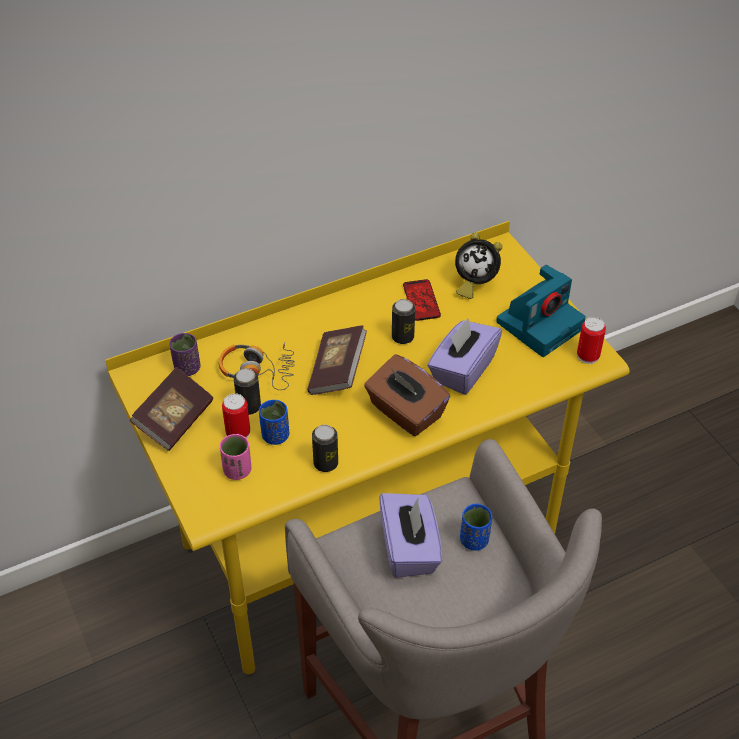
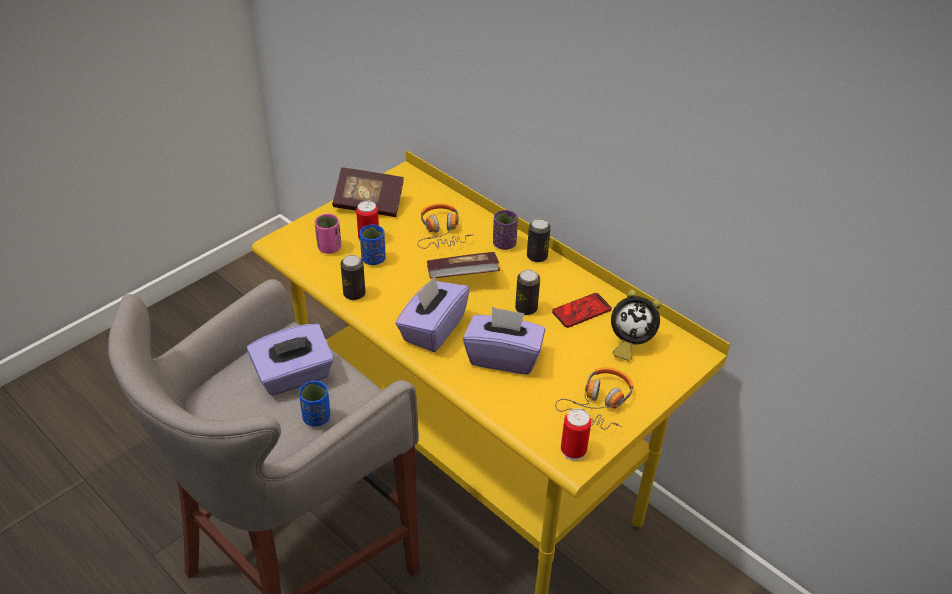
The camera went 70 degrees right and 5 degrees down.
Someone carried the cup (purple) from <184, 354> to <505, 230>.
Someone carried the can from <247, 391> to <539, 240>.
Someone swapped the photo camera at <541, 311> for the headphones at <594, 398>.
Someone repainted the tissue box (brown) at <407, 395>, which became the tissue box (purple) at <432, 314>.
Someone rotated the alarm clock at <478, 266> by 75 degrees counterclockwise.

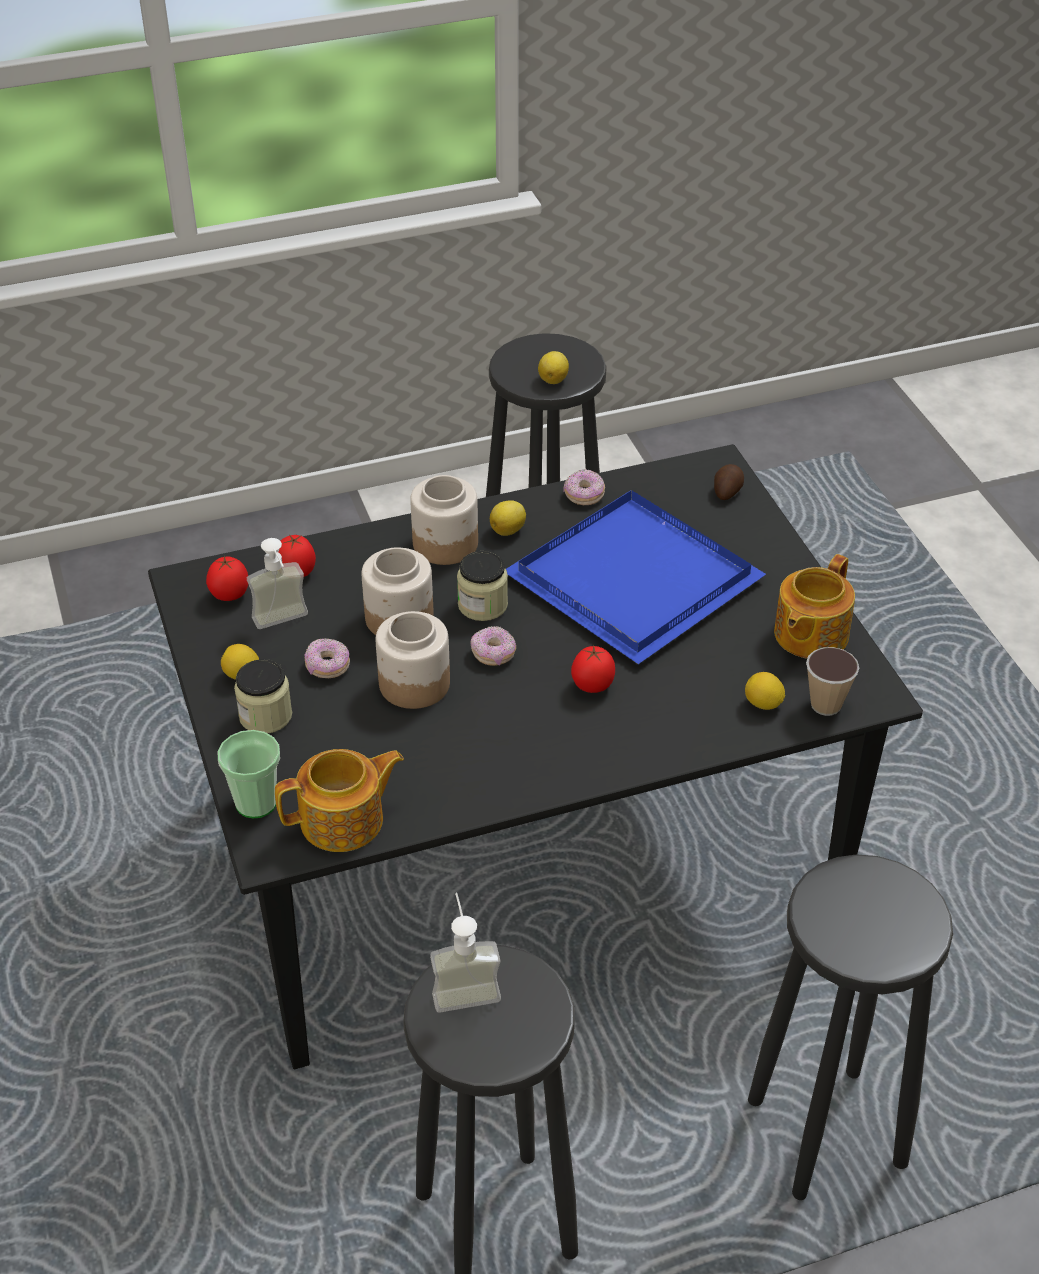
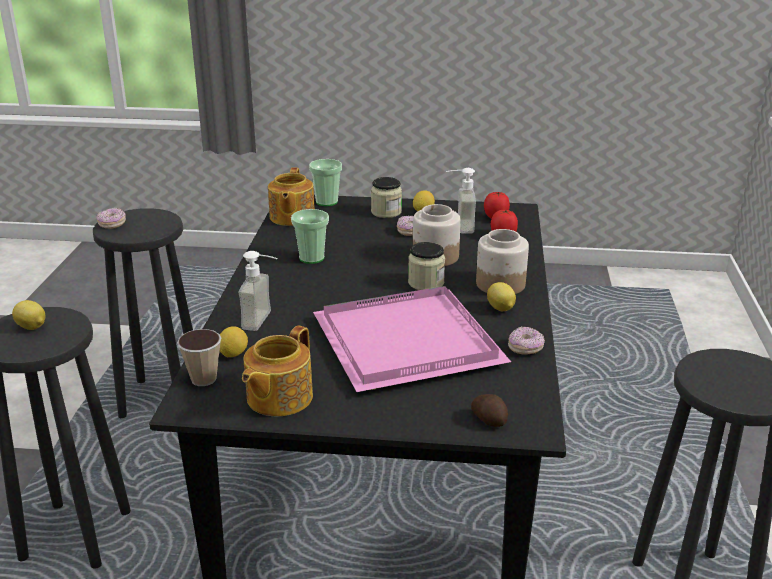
The camera went 115 degrees right and 15 degrees down.
Someone took away the jar at <413, 660>.
Someone took away the tomato at <593, 669>.
Someone put down the cup at <310, 236>.
Someone carried the soap dispenser from <465, 953> to <258, 291>.
Someone carried the donut from <493, 646> to <111, 218>.
Someone carried the lemon from <553, 367> to <28, 315>.
Someone repainted the tray (blue) at <636, 577>, which became the tray (pink) at <412, 339>.
Someone rotated the teapot at <814, 606> by 120 degrees counterclockwise.

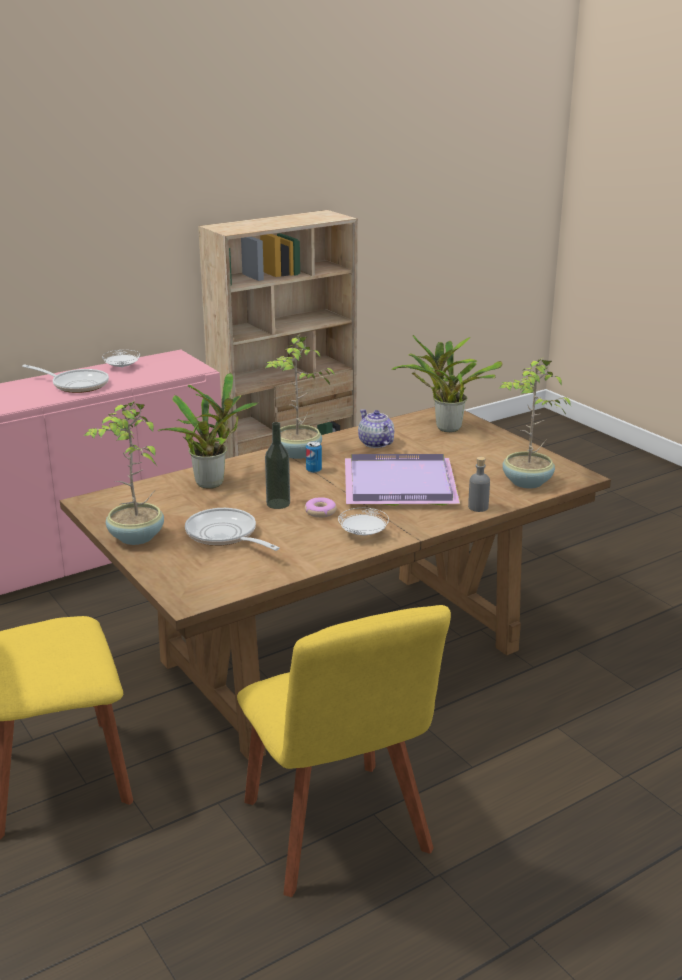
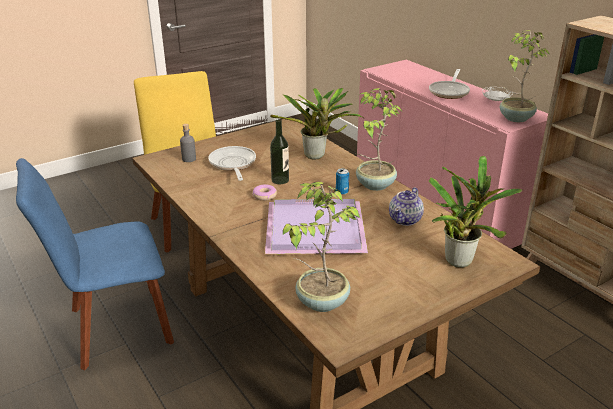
The camera went 90 degrees right and 5 degrees up.
Someone took away the plate (white) at <363, 521>.
Someone carried the potted plant from <124, 472> to <525, 76>.
Someone carried the bottle (grey) from <479, 484> to <188, 143>.
Someone repainted the chair (yellow) at <344, 751>, which became the chair (blue) at <95, 264>.
Someone rotated the frying pan at <232, 529> by 60 degrees counterclockwise.
Someone rotated the teapot at <376, 428> by 150 degrees clockwise.

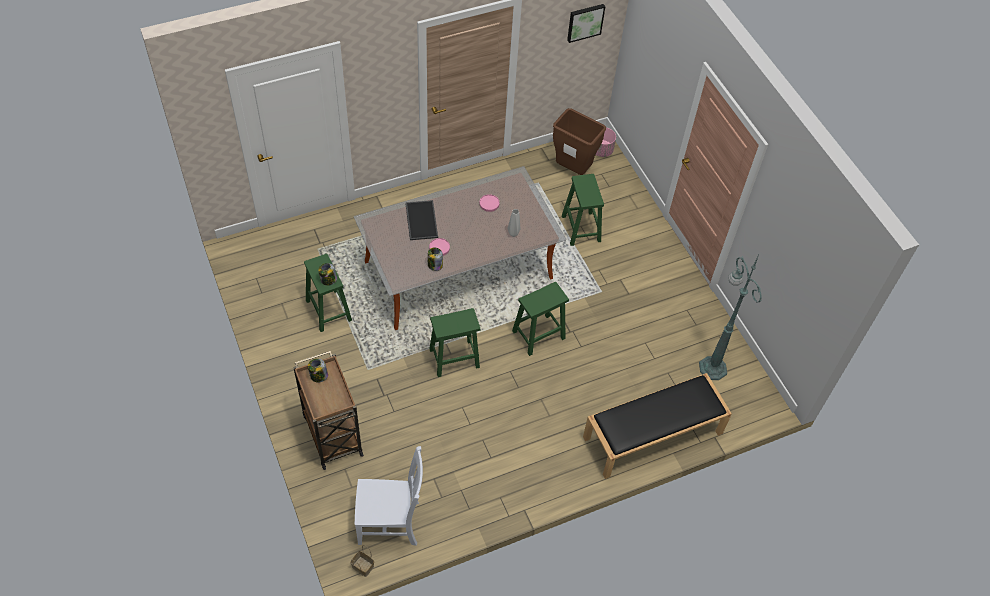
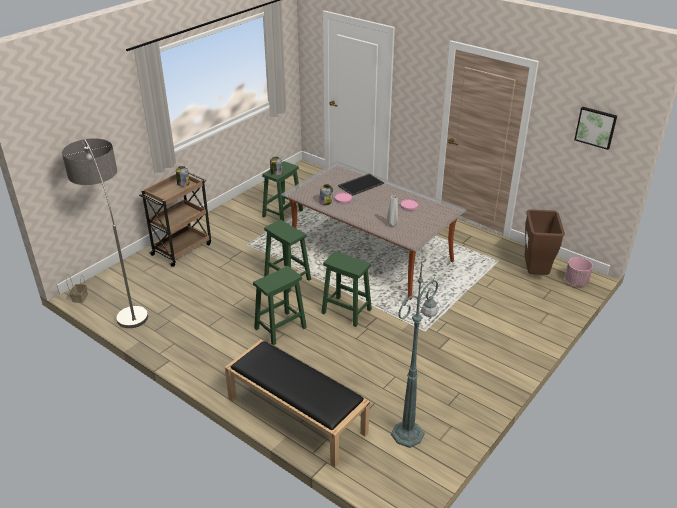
The camera went 65 degrees right and 20 degrees down.
Someone carried the stool (green) from <583, 210> to <280, 305>.
Someone swapped the chair (white) at <389, 496> for the floor lamp at <105, 233>.

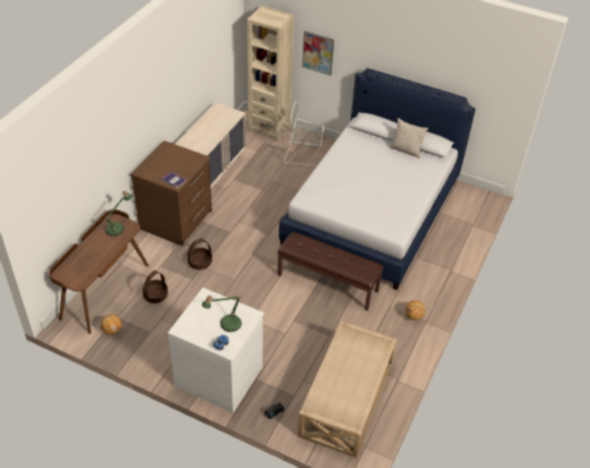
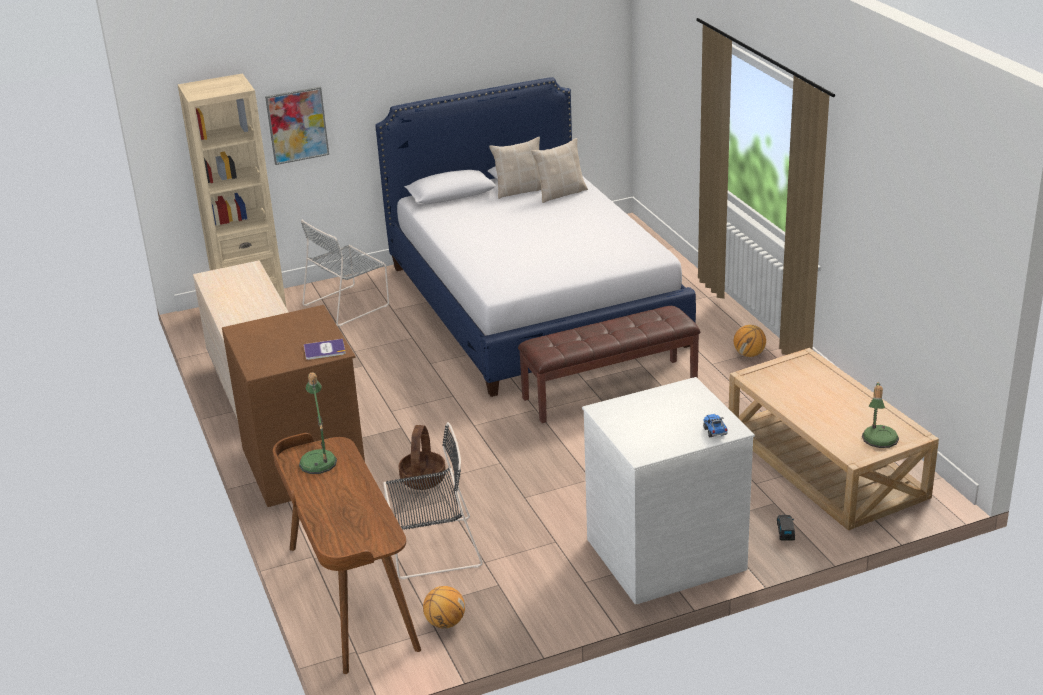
The camera went 45 degrees left and 15 degrees down.
Someone put down the pillow (beige) at <559, 170>.
Someone carried the table lamp from <222, 313> to <880, 414>.
Someone swapped the basket at <155, 286> for the chair (black) at <433, 500>.

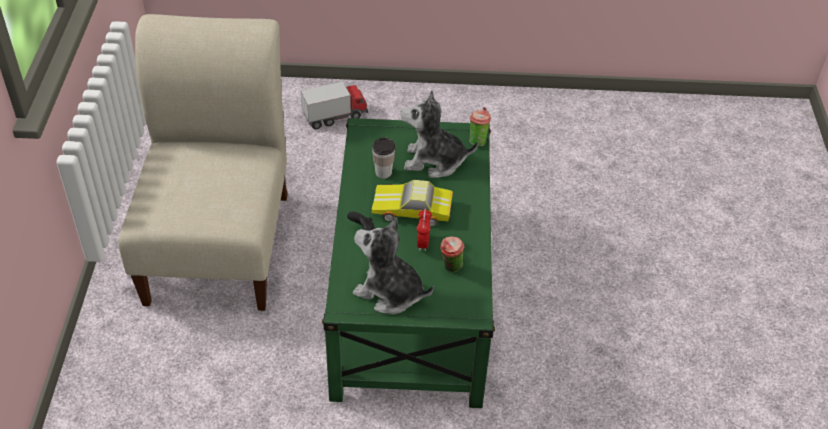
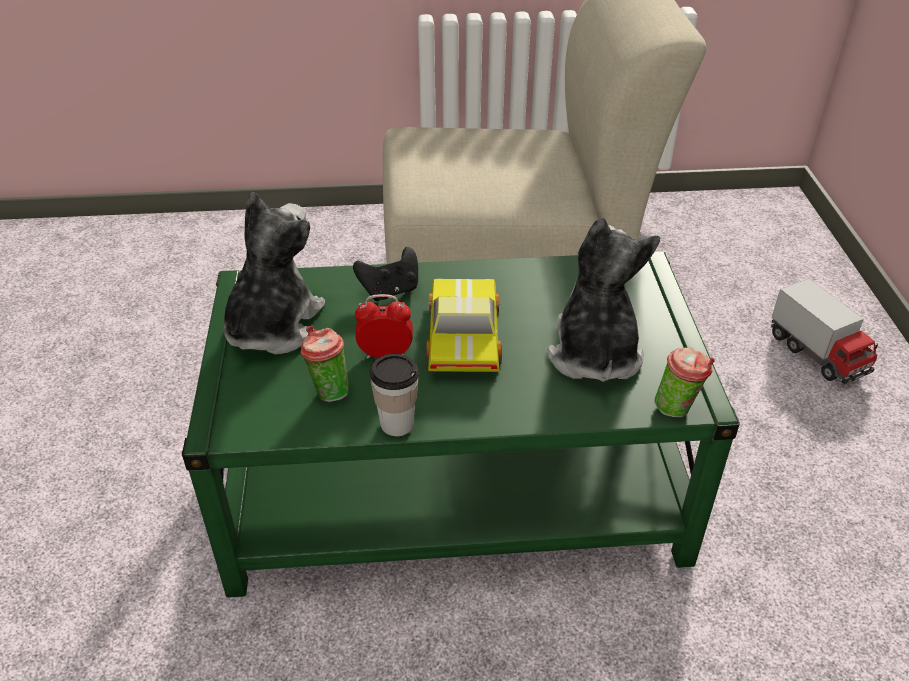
The camera went 85 degrees right and 5 degrees down.
Someone carried the cup from <383, 158> to <394, 395>.

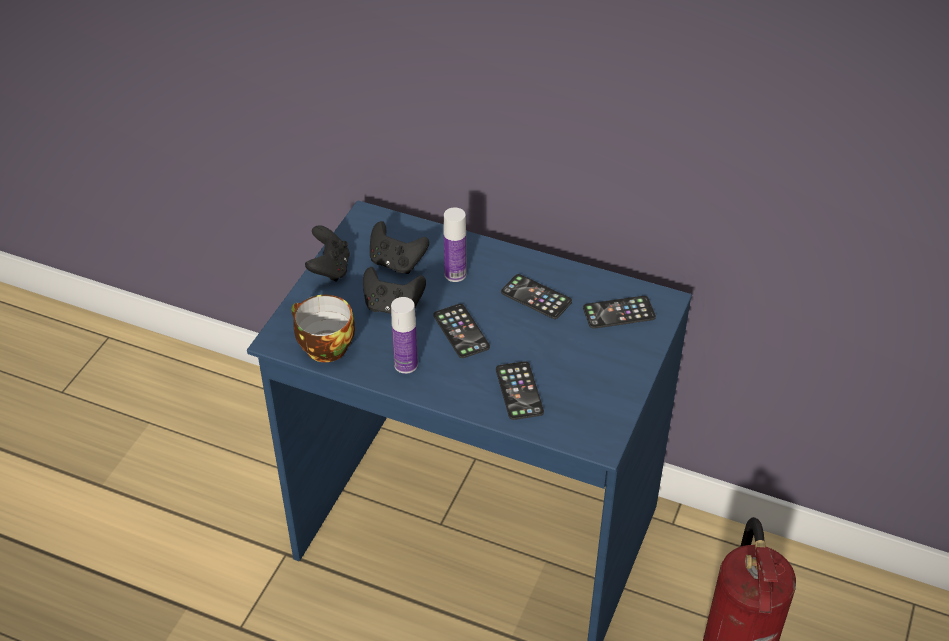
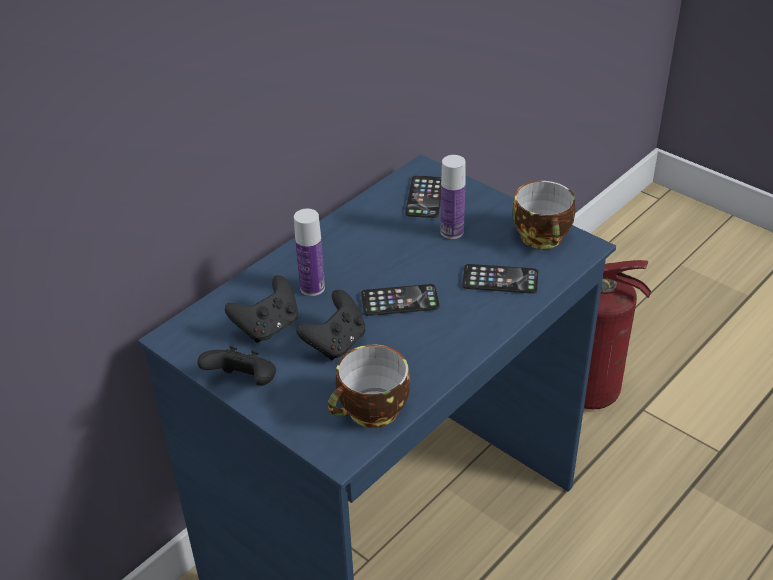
The camera went 70 degrees left and 5 degrees down.
Someone took away the phone at <536, 296>.
Someone put down the cup at <543, 215>.
Someone carried the bottle from <404, 335> to <453, 197>.

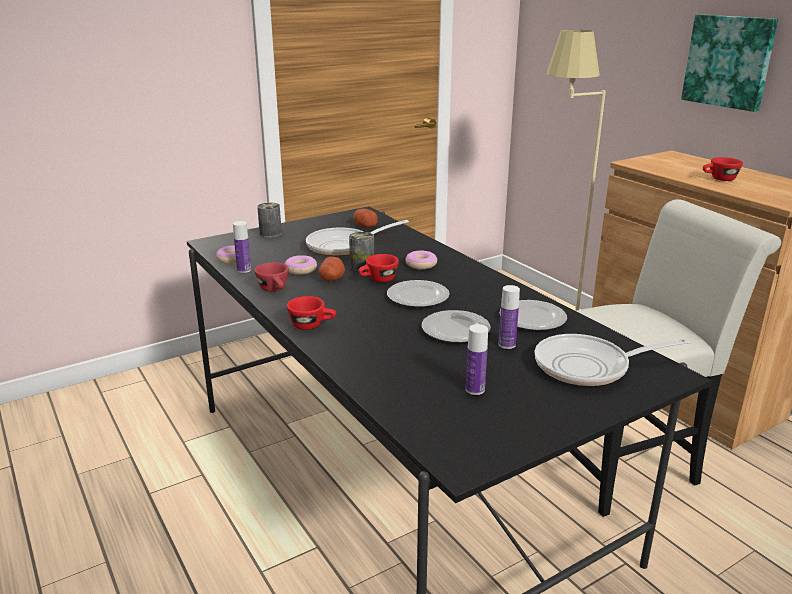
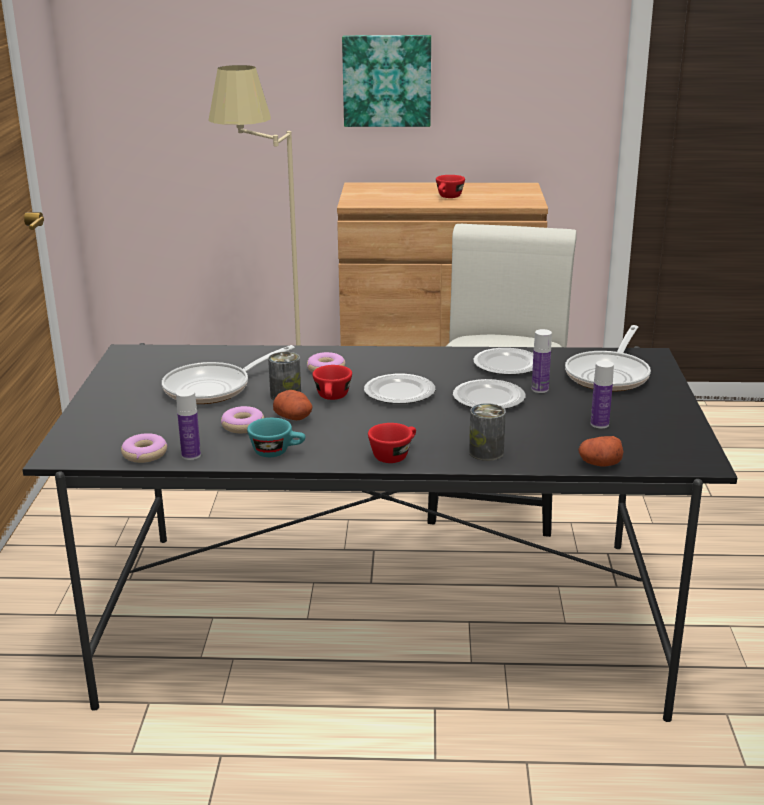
The camera went 55 degrees left and 0 degrees up.
Someone carried the can from <269, 220> to <487, 432>.
Someone carried the potato from <365, 218> to <601, 451>.
Someone repainted the cup (red) at <271, 277>, which became the cup (turquoise) at <276, 437>.
Someone rotated the frying pan at <357, 238> by 45 degrees clockwise.

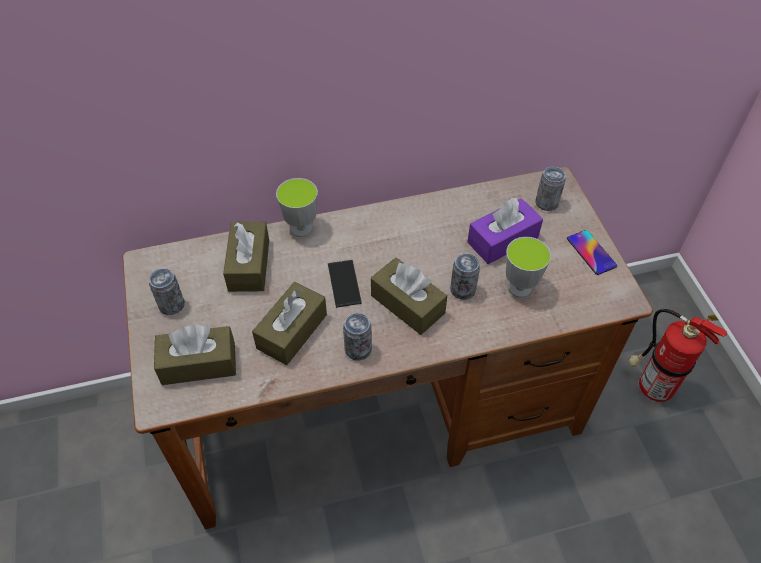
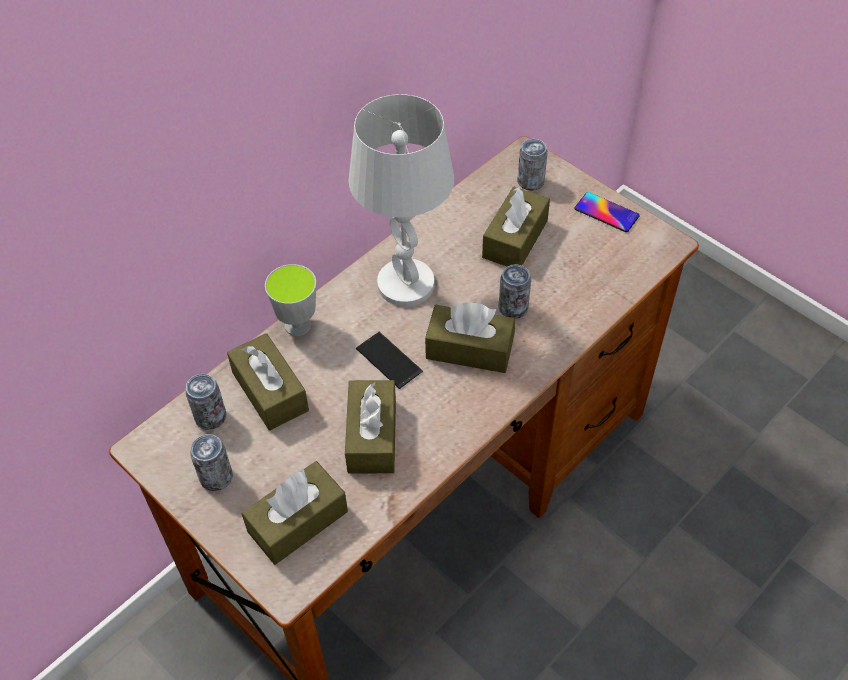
The camera went 30 degrees left and 0 degrees up.
Someone took away the cup at <528, 267>.
Someone took away the fire extinguisher at <677, 355>.
Someone put down the table lamp (white) at <401, 200>.
Someone carried the can from <357, 337> to <206, 402>.
Someone repainted the tissue box (purple) at <505, 231>, which became the tissue box (brown) at <516, 227>.

